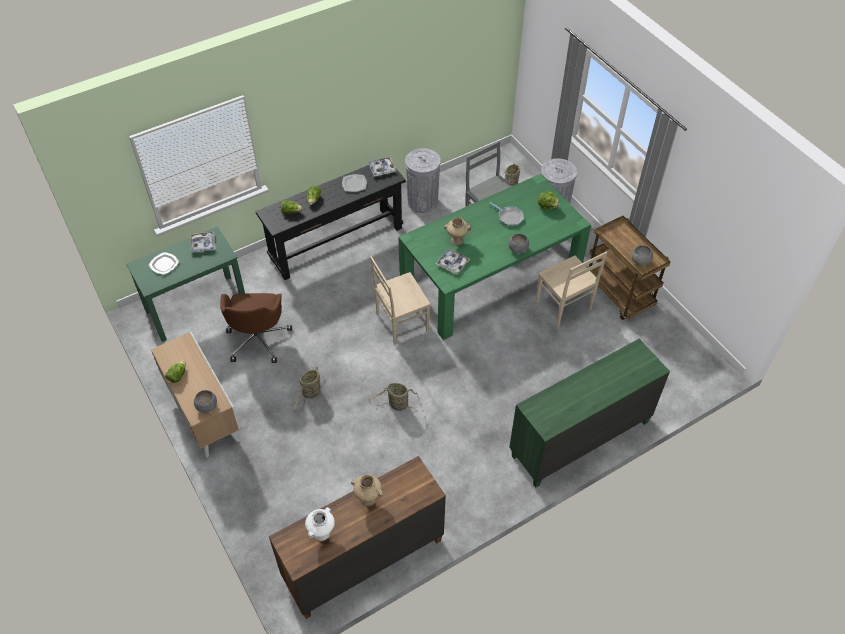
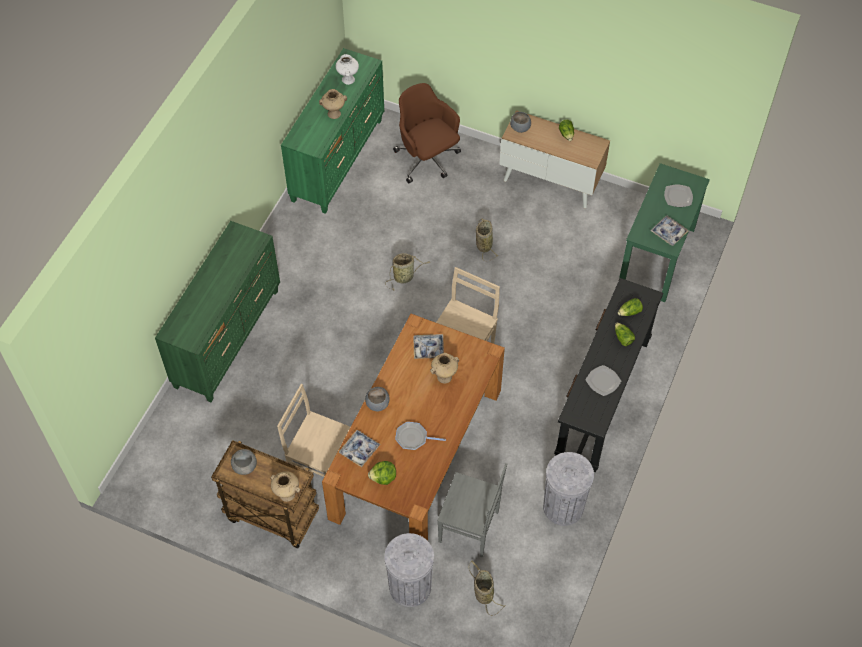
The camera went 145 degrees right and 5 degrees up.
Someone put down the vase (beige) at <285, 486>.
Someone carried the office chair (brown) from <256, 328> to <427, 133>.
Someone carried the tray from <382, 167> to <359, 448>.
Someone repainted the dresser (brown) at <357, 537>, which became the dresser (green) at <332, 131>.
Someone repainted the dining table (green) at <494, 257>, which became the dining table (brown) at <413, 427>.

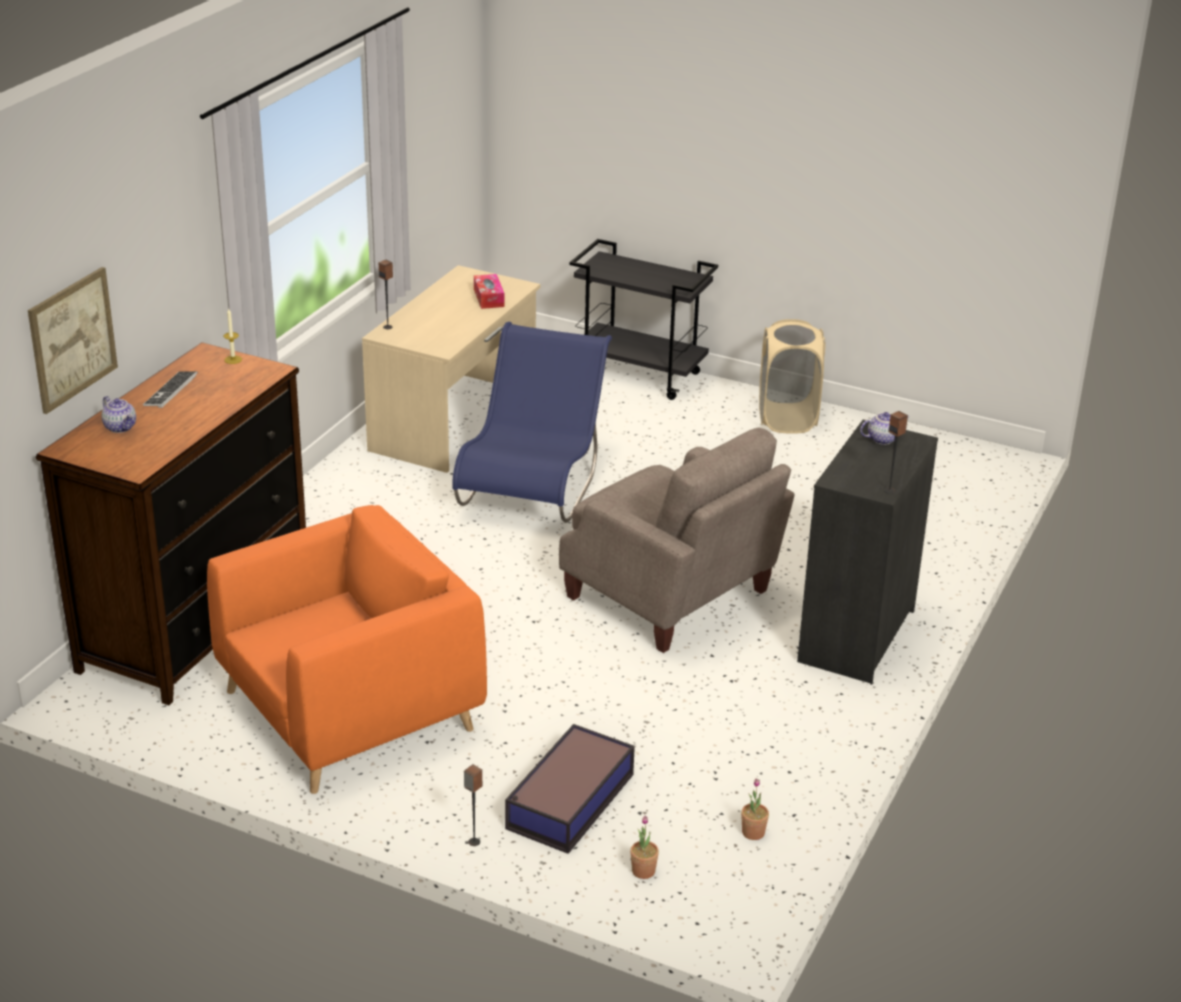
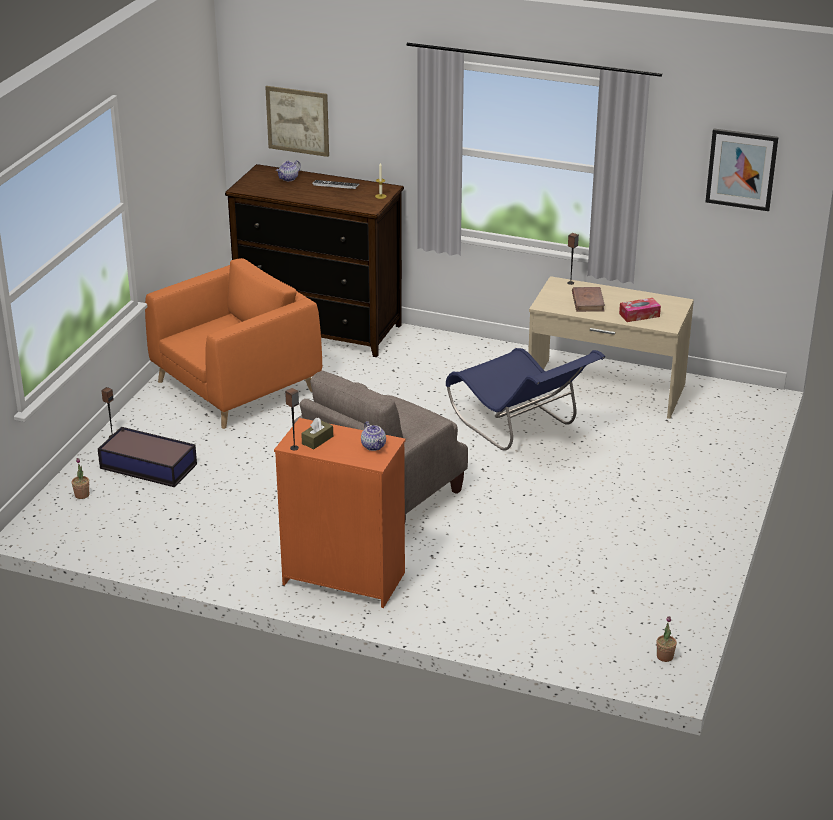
The camera went 85 degrees right and 0 degrees up.
Someone took away the cart (black) at <643, 319>.
Someone took away the laundry basket (beige) at <792, 376>.
Someone put down the tissue box (brown) at <317, 433>.
Someone put down the book (brown) at <588, 299>.
Someone put up the picture at <741, 169>.
Someone carried the potted plant from <755, 809> to <666, 639>.
Someone repainted the dresser (black) at <867, 552>, which became the dresser (orange) at <340, 513>.
Someone rotated the armchair (orange) at <347, 649> by 90 degrees counterclockwise.
Someone rotated the chair (blue) at <532, 421> by 45 degrees clockwise.

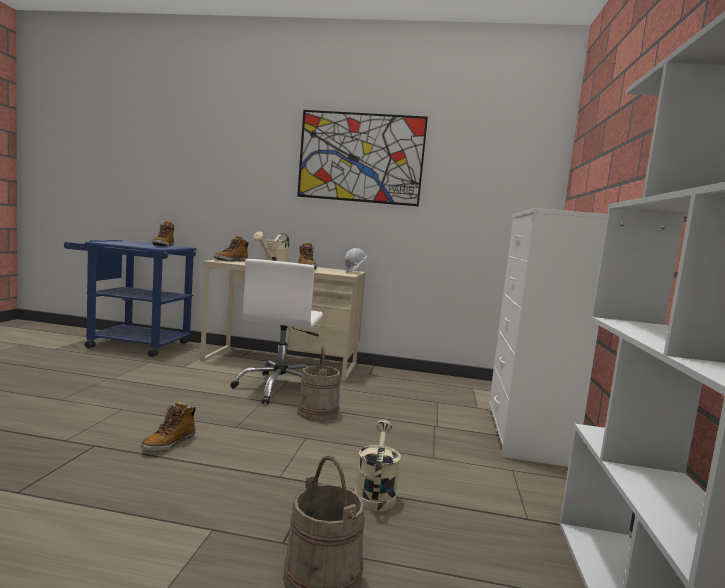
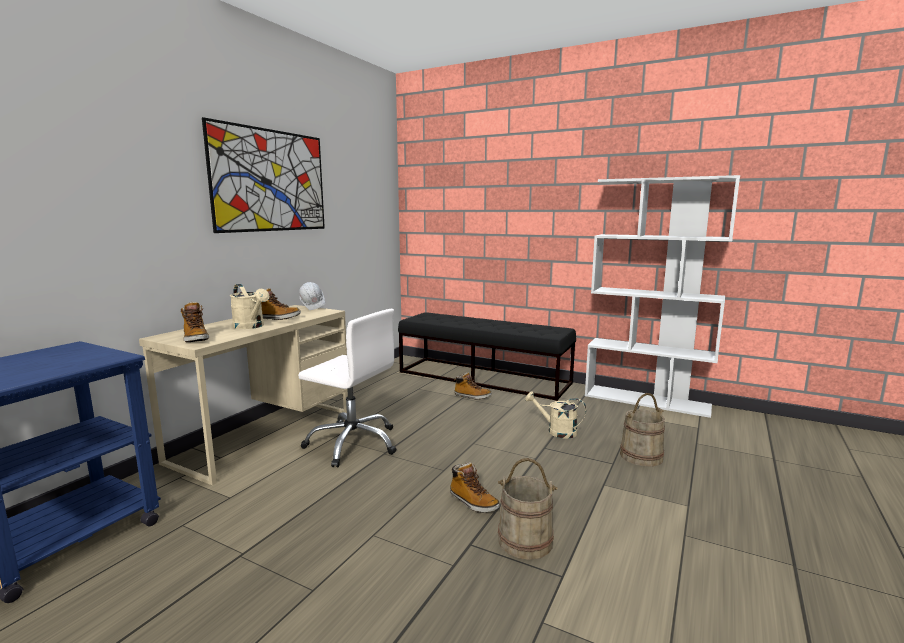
The camera went 70 degrees left and 5 degrees up.
Someone carried the boot from <163, 233> to <473, 385>.
Someone carried the bucket (beige) from <319, 384> to <528, 509>.
Someone swapped the dresser (white) at <547, 337> for the bench (black) at <487, 356>.

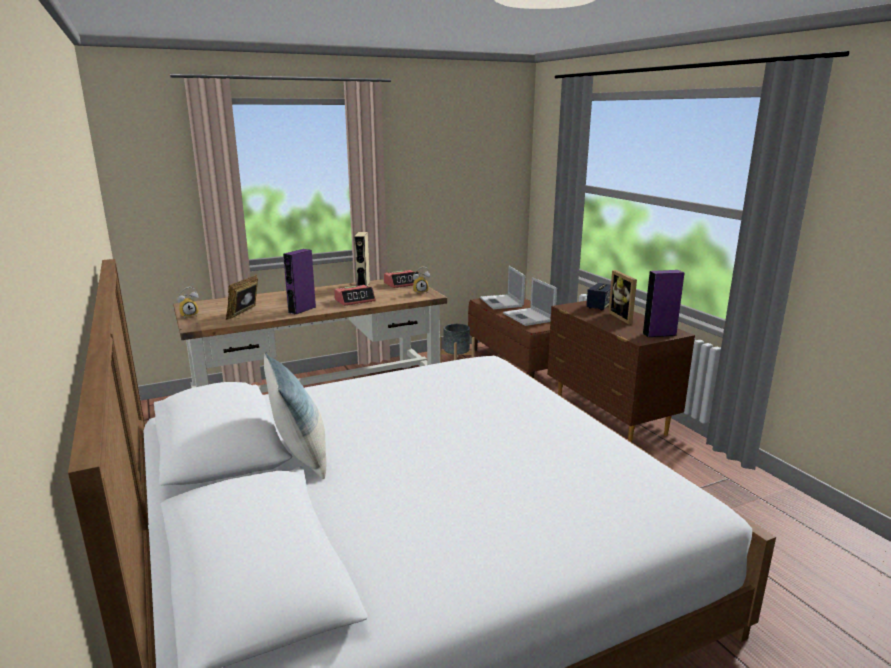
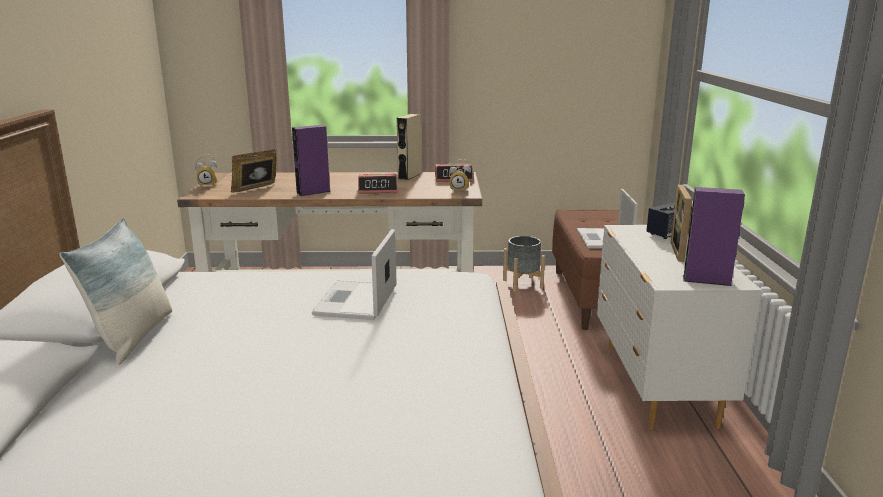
The camera went 25 degrees right and 0 degrees up.
Someone carried the laptop from <502, 287> to <354, 274>.
Someone repainted the dresser (brown) at <621, 371>, which became the dresser (white) at <679, 327>.

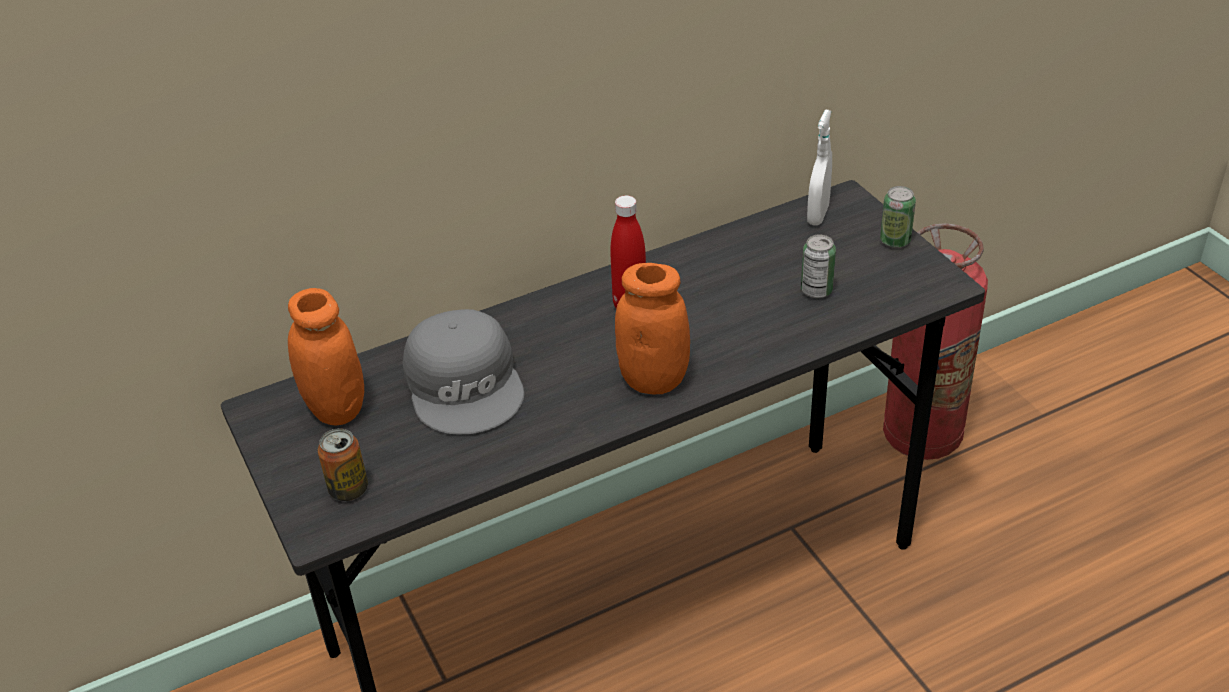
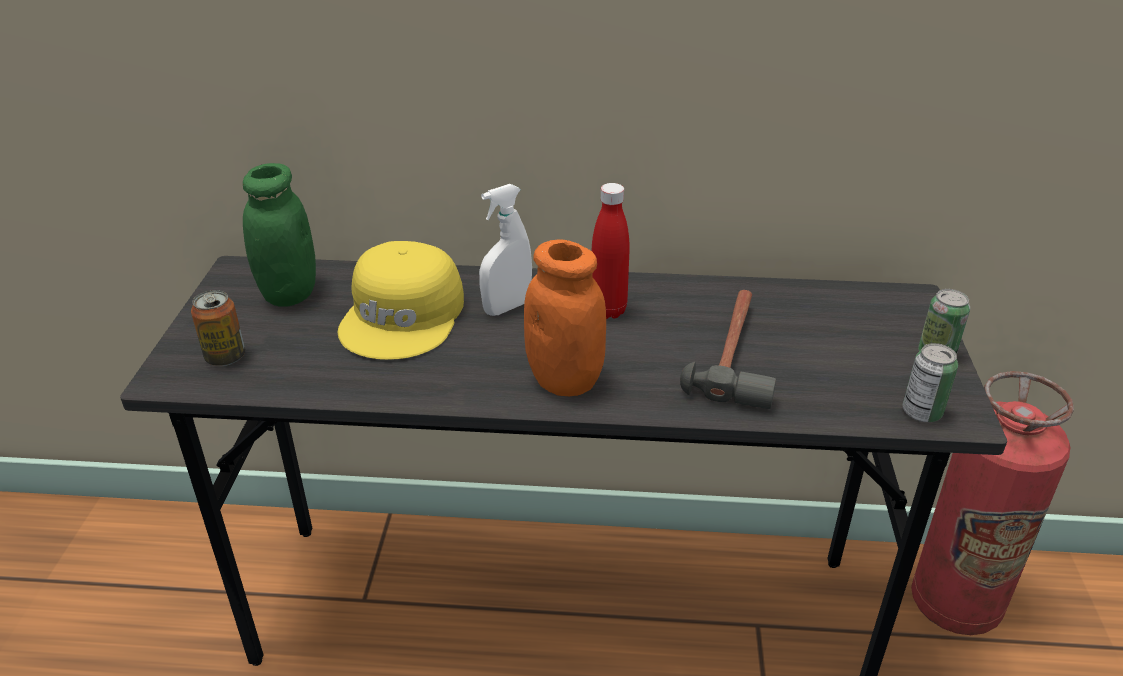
The camera went 30 degrees right and 5 degrees down.
Someone put down the hammer at <728, 349>.
Someone carried the can from <818, 266> to <930, 382>.
Someone carried the spray bottle (white) from <819, 167> to <505, 250>.
Someone repainted the jar (orange) at <326, 357>, which became the jar (green) at <279, 235>.
Someone repainted the cap (grey) at <463, 371>, which became the cap (yellow) at <401, 300>.

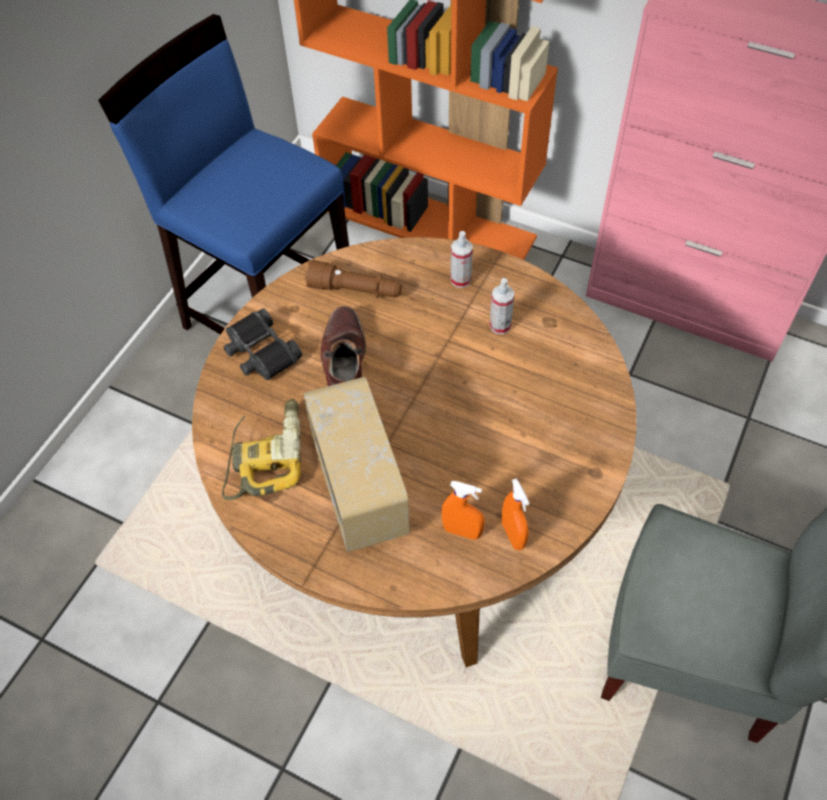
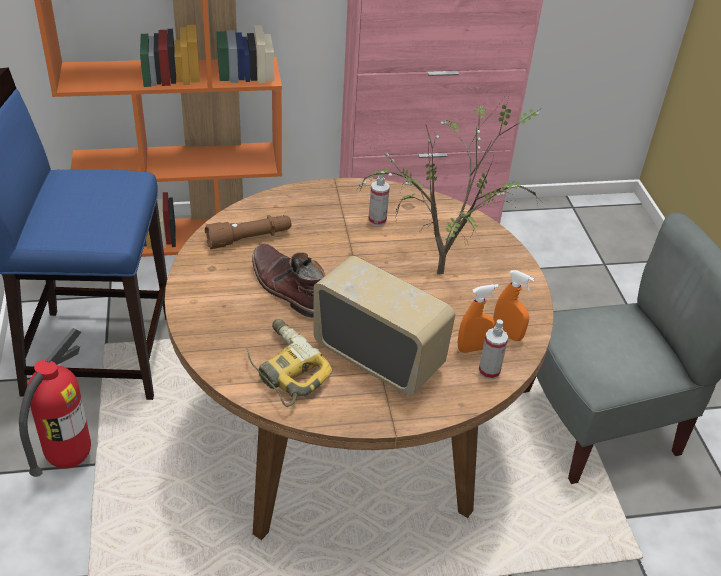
The camera went 40 degrees left and 15 degrees down.
Someone took away the binoculars (black) at <263, 344>.
Someone put down the fire extinguisher at <55, 402>.
Someone put down the potted plant at <447, 183>.
Someone carried the spray bottle from <462, 259> to <493, 349>.

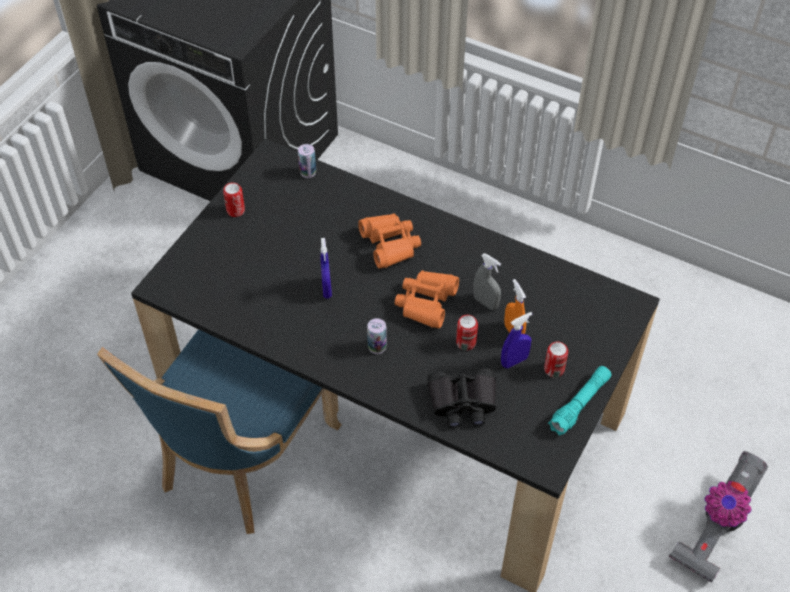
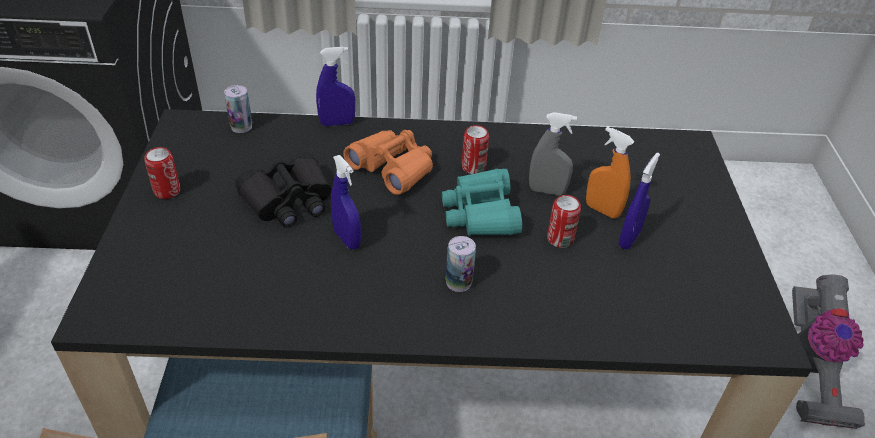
The camera went 30 degrees left and 10 degrees down.
Someone took away the flashlight (turquoise) at <580, 401>.
Someone put down the spray bottle (blue) at <335, 86>.
Someone carried the binoculars (black) from <461, 398> to <283, 189>.
Someone carried the can from <556, 359> to <475, 149>.
Someone repainted the binoculars (orange) at <427, 299>, which became the binoculars (turquoise) at <482, 202>.

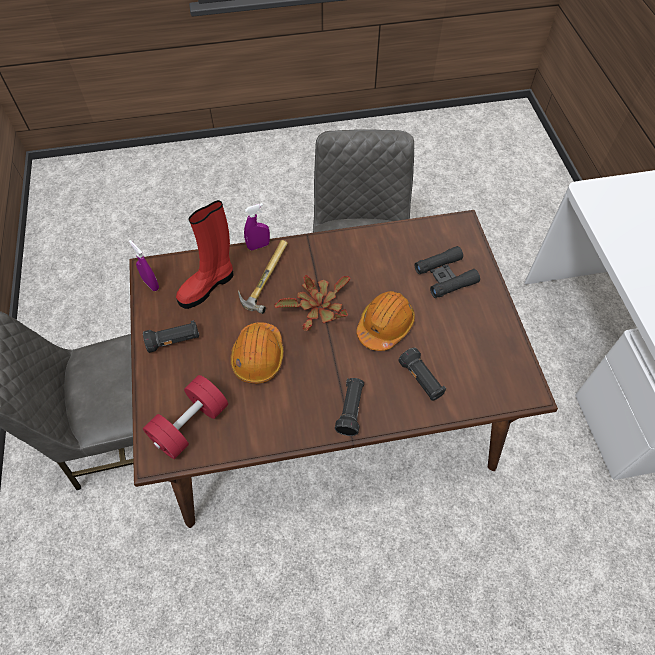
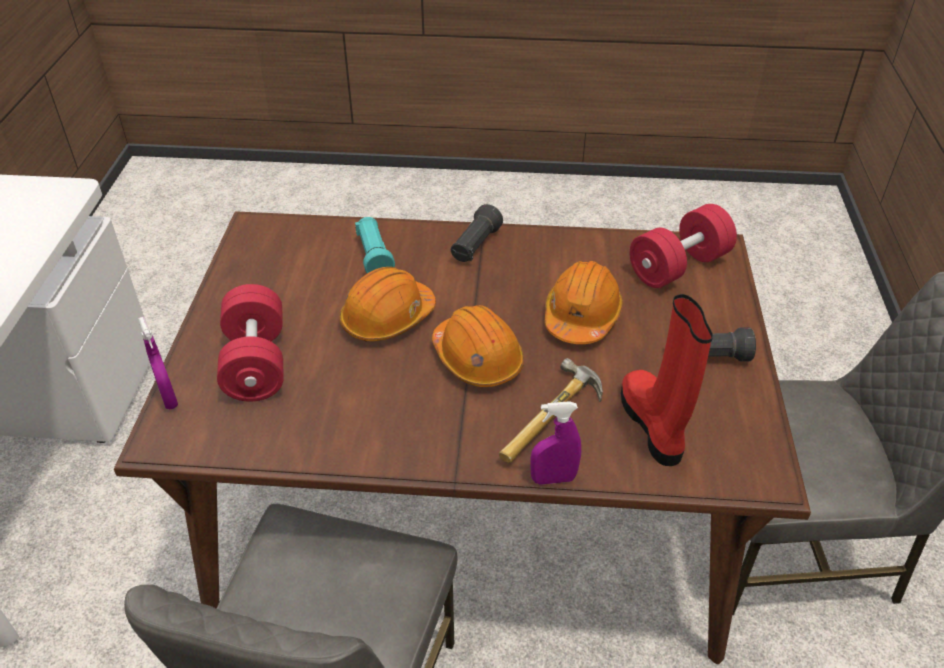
The camera went 165 degrees left and 15 degrees down.
Someone carried the spray bottle (purple) from <144, 265> to <158, 363>.
Someone swapped the potted plant at <312, 303> for the hard hat (orange) at <478, 346>.
Someone swapped the binoculars (black) at <447, 272> for the dumbbell (red) at <250, 343>.
Someone repainted the flashlight (black) at <422, 374>, which became the flashlight (turquoise) at <375, 245>.
Someone rotated the boot (red) at <205, 254> by 75 degrees counterclockwise.

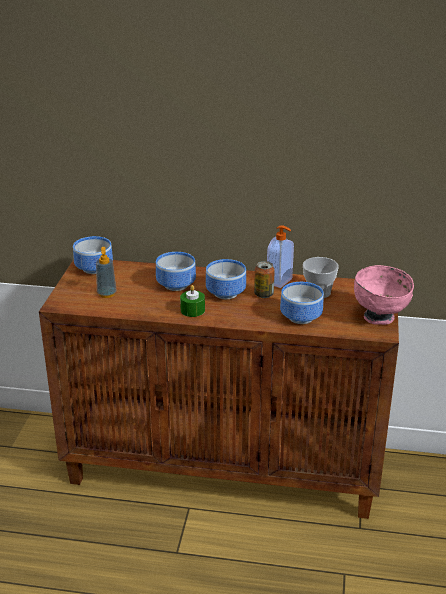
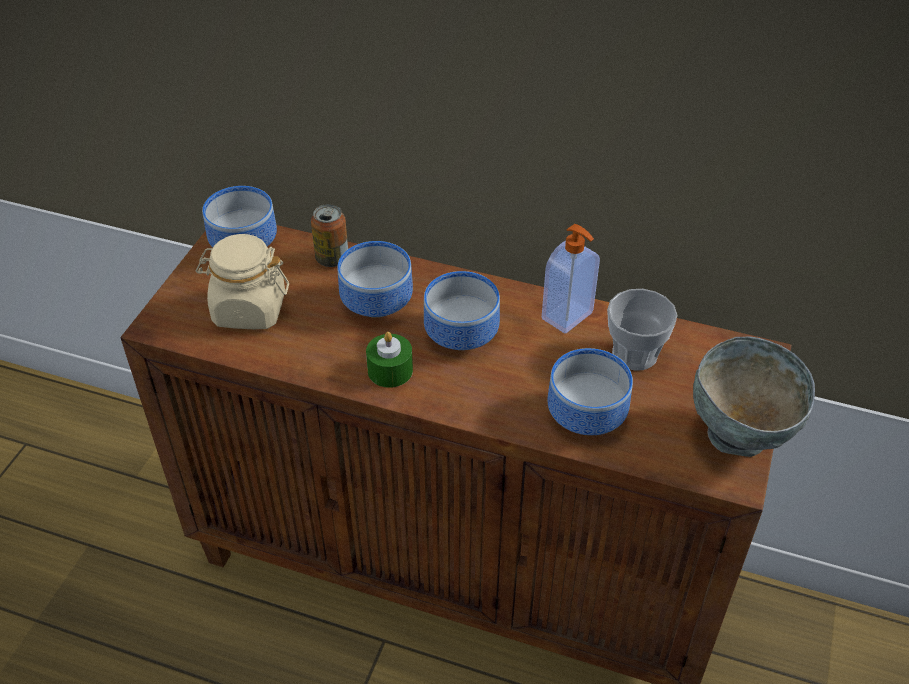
The camera went 10 degrees right and 15 degrees up.
Someone carried the can from <264, 279> to <329, 235>.
Someone swapped the soap dispenser at <106, 272> for the jar (beige) at <242, 281>.
Someone repainted the bowl (pink) at <384, 295>, which became the bowl (grey) at <754, 396>.

